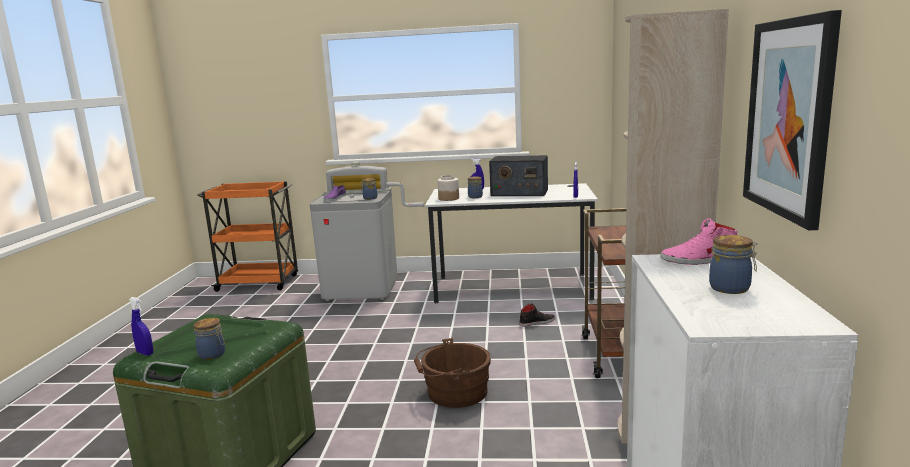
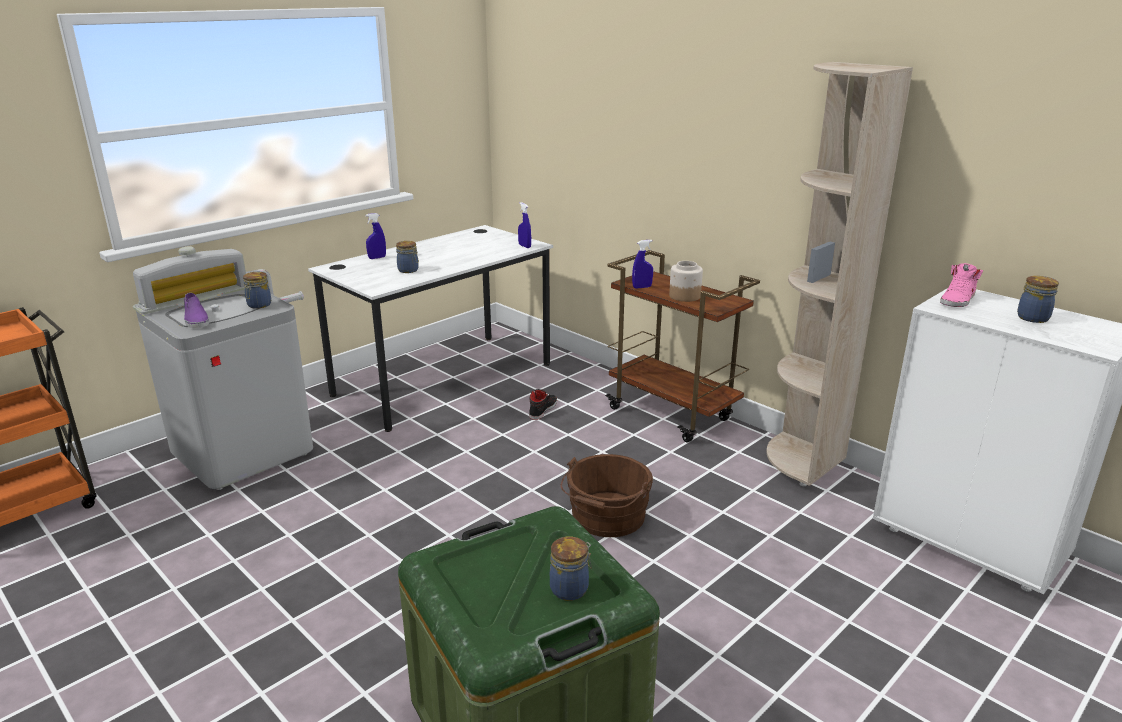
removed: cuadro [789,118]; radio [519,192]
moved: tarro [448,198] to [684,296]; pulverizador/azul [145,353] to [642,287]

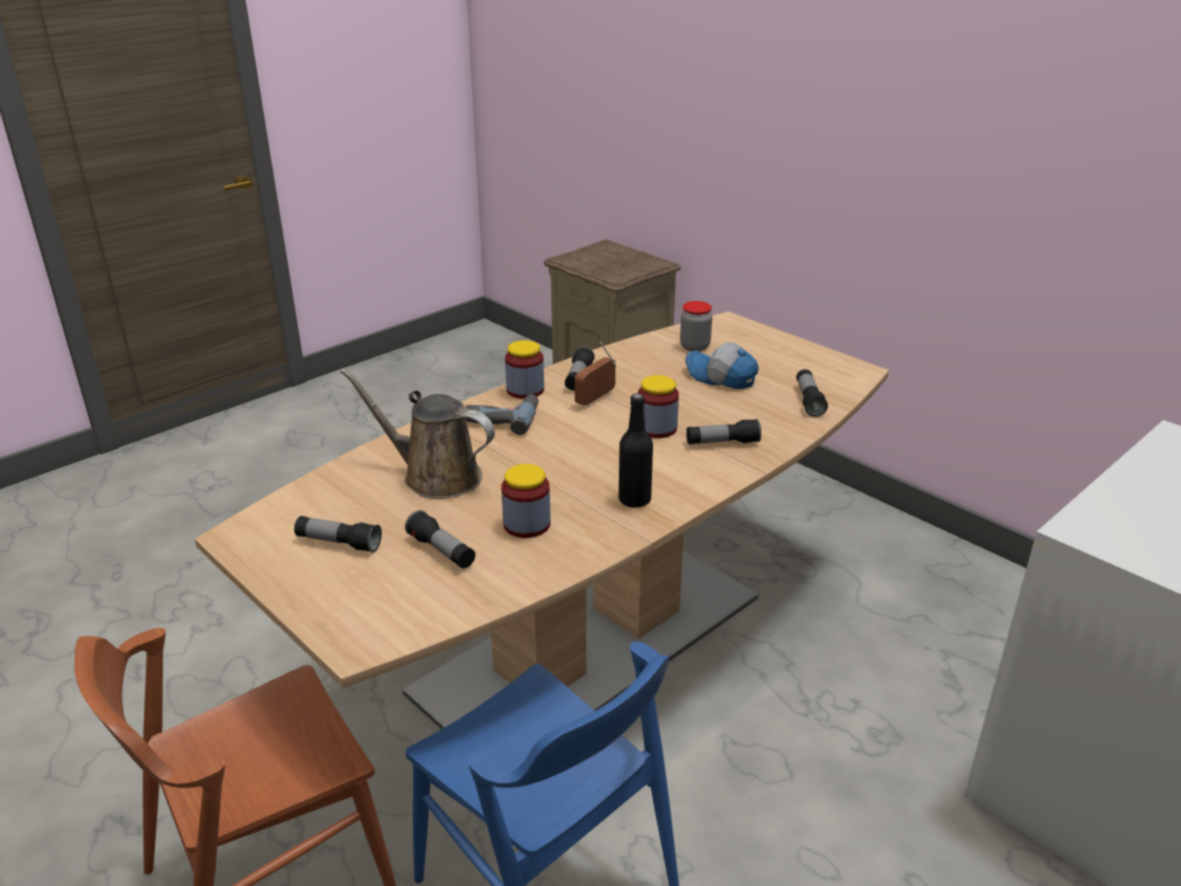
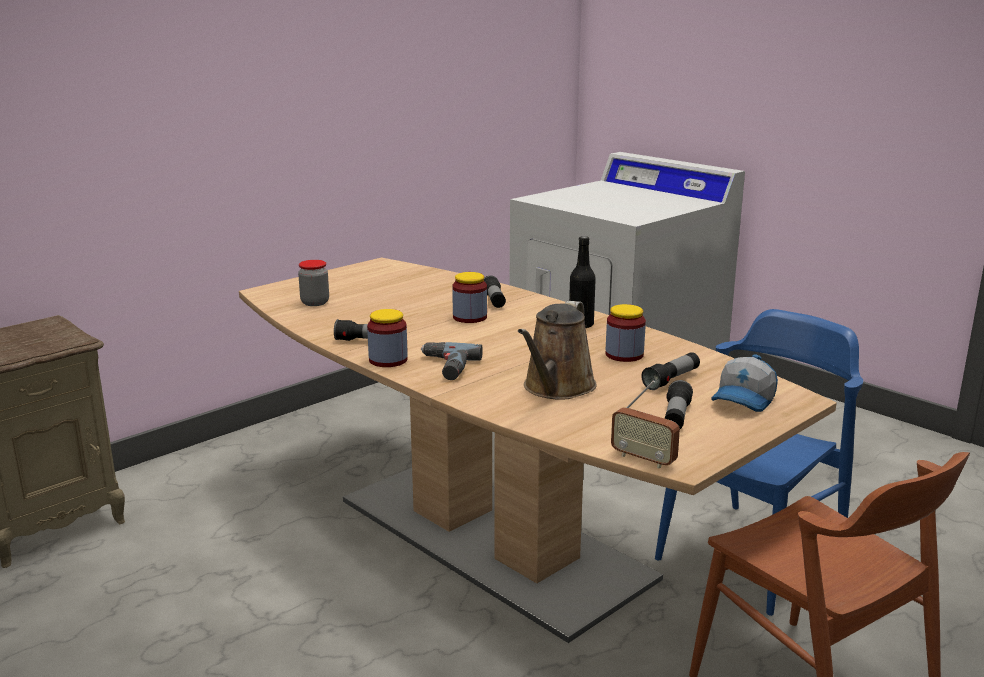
removed: linterna [809,400]
moved: radio [595,399] to [643,459]; gorra [720,377] to [745,400]

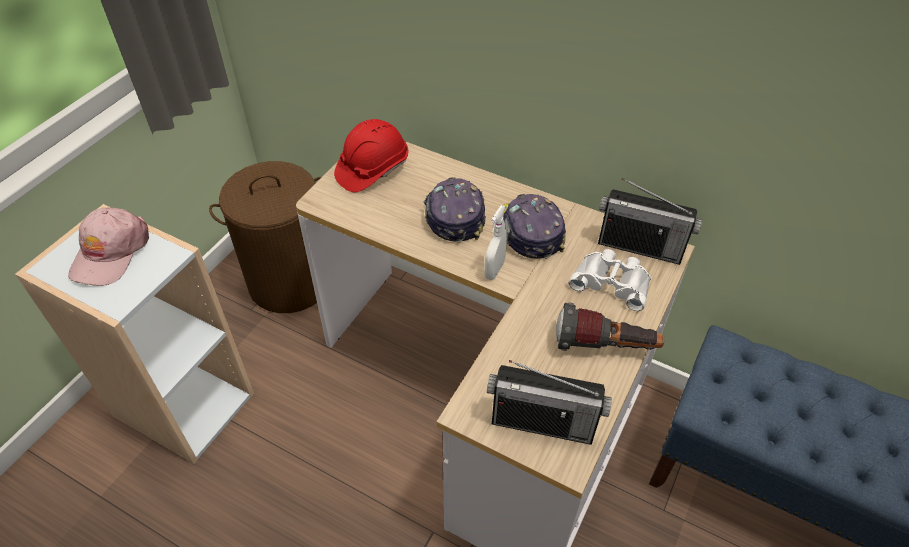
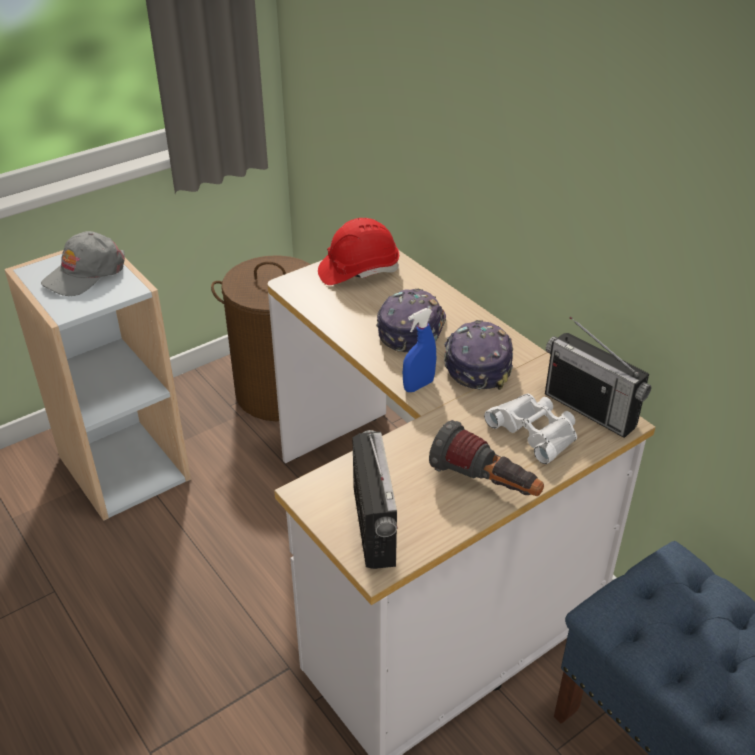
recoloured: pulverizador/blanco [494,270] to pulverizador/azul [418,385]; gorra/rosa [110,253] to gorra/gris [85,274]
turned: radio [542,423] = [374,526] 135 degrees counterclockwise

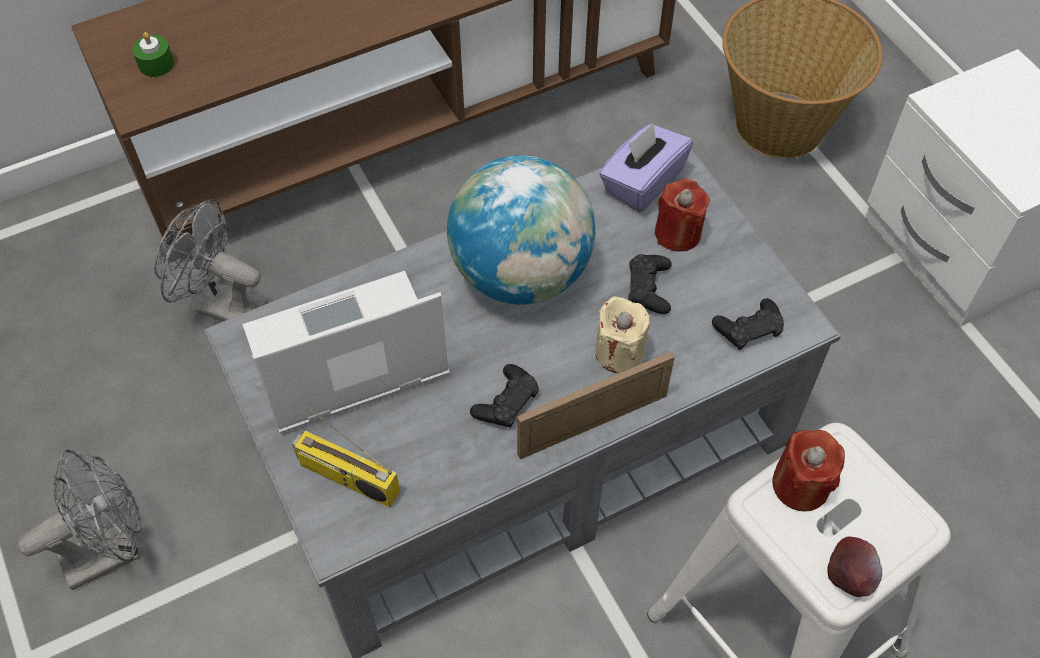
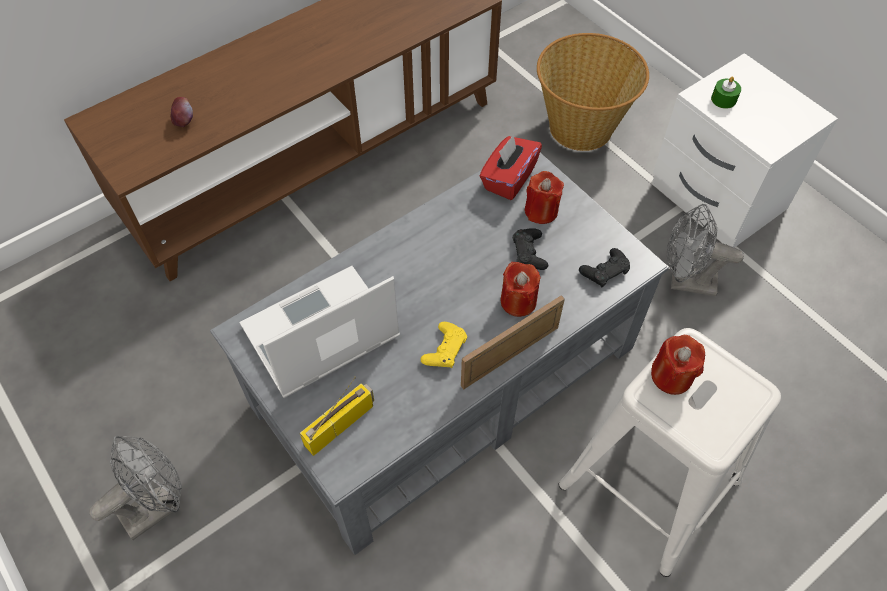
removed: globo terráqueo [521,274]
moved: vela/verde [156,64] to [723,99]; ventilador/gris [222,306] to [685,282]; manzana [849,576] to [184,121]
recoloured: caja de pañuelos/morado [642,183] to caja de pañuelos/rojo [508,179]; vela/beis [619,352] to vela/rojo [518,301]; mando de consola/negro [506,402] to mando de consola/amarillo [445,349]
turned: radio [346,478] = [340,423] 120 degrees clockwise

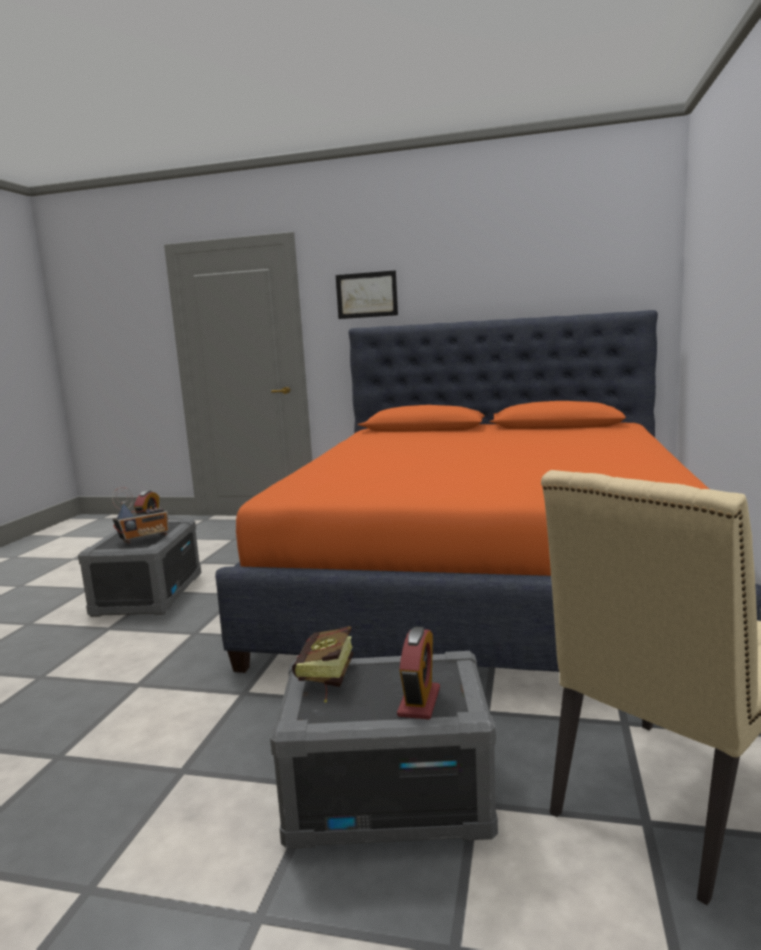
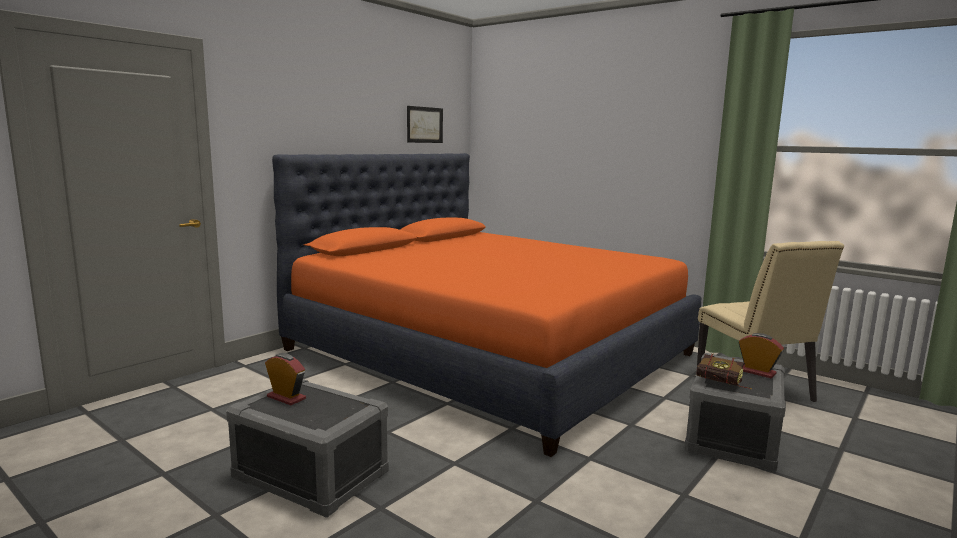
removed: radio [145,539]
moved: cuadro [366,295] to [424,125]

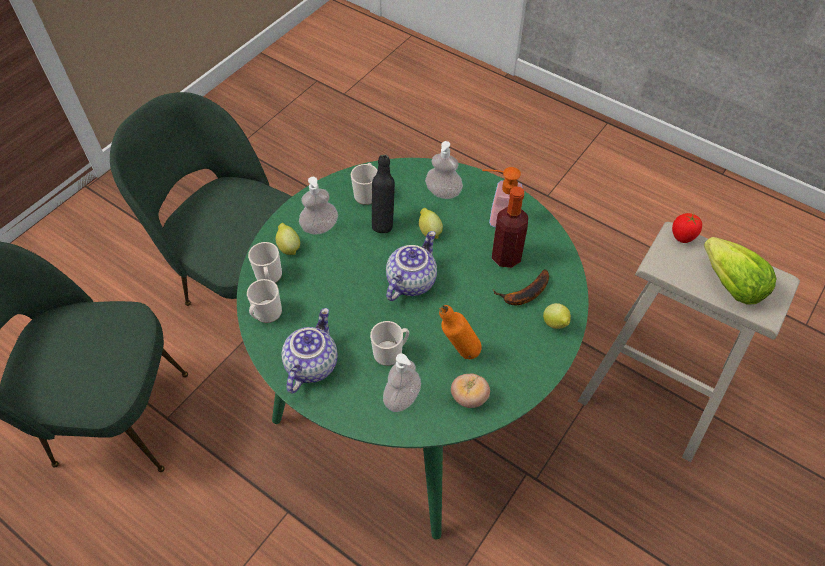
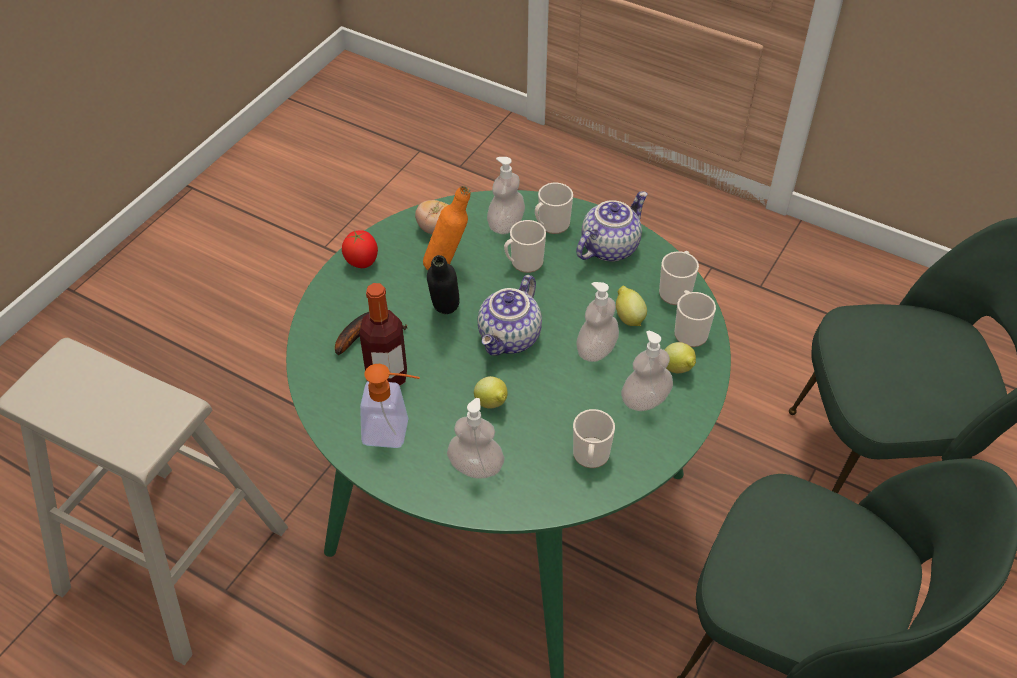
removed: lechuga [731,285]
added: taza grande [551,225]; dispensador de jabón [596,350]
moved: botella/negro [383,222] to [445,316]; tomate [682,238] to [362,263]; limón [555,324] to [628,317]
turned: tetera [311,364] = [609,247] 150 degrees counterclockwise

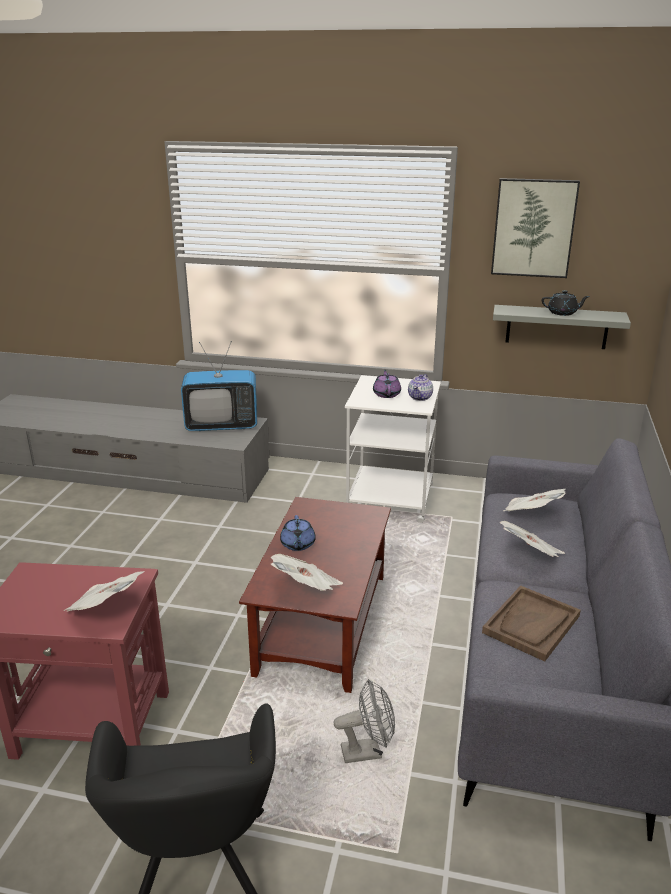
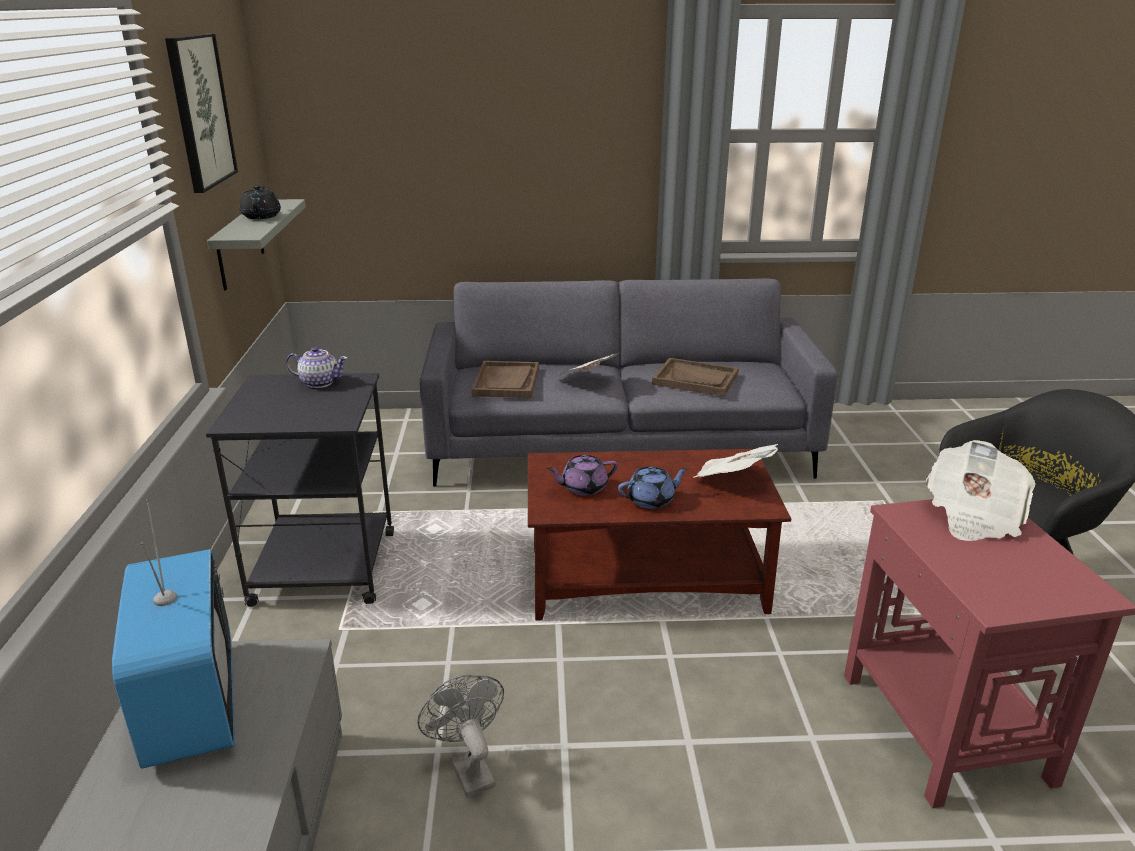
moved: tetera/morado [386,394] to [583,487]; ventilador/gris [367,751] to [468,768]
replaced: periódico [531,513] to bandeja/marrón [506,382]
recoloured: carrito/blanco [391,499] to carrito/negro [324,566]

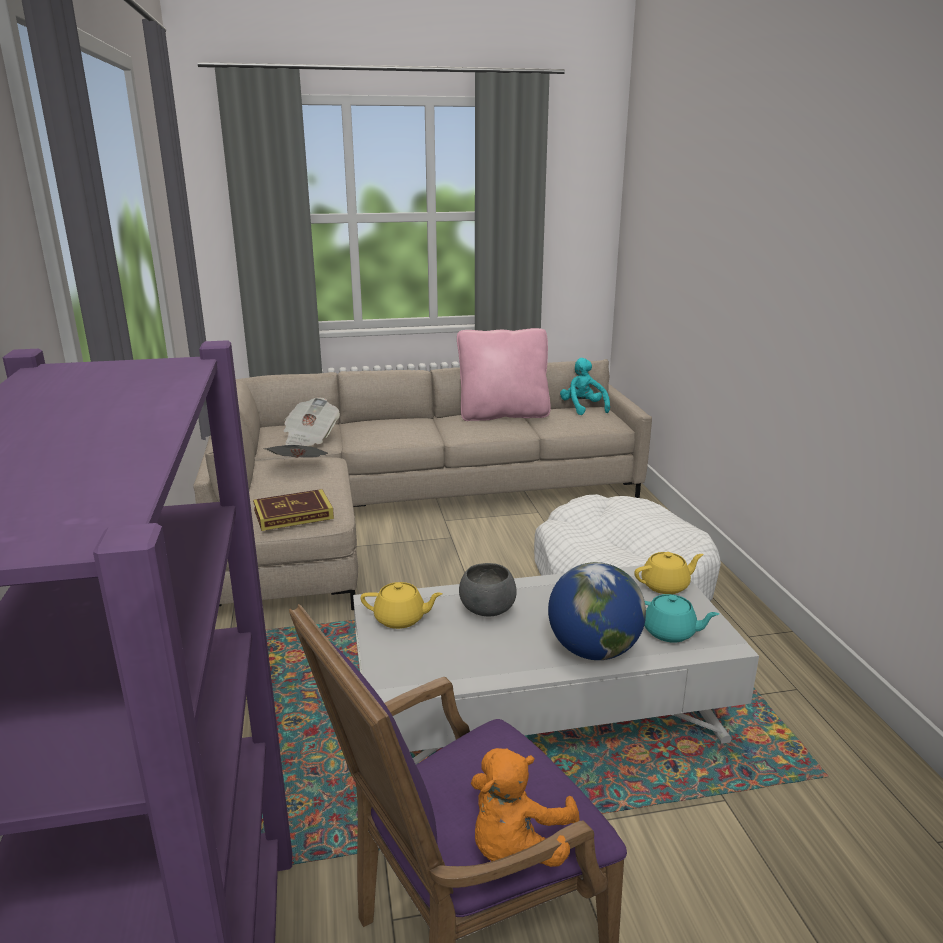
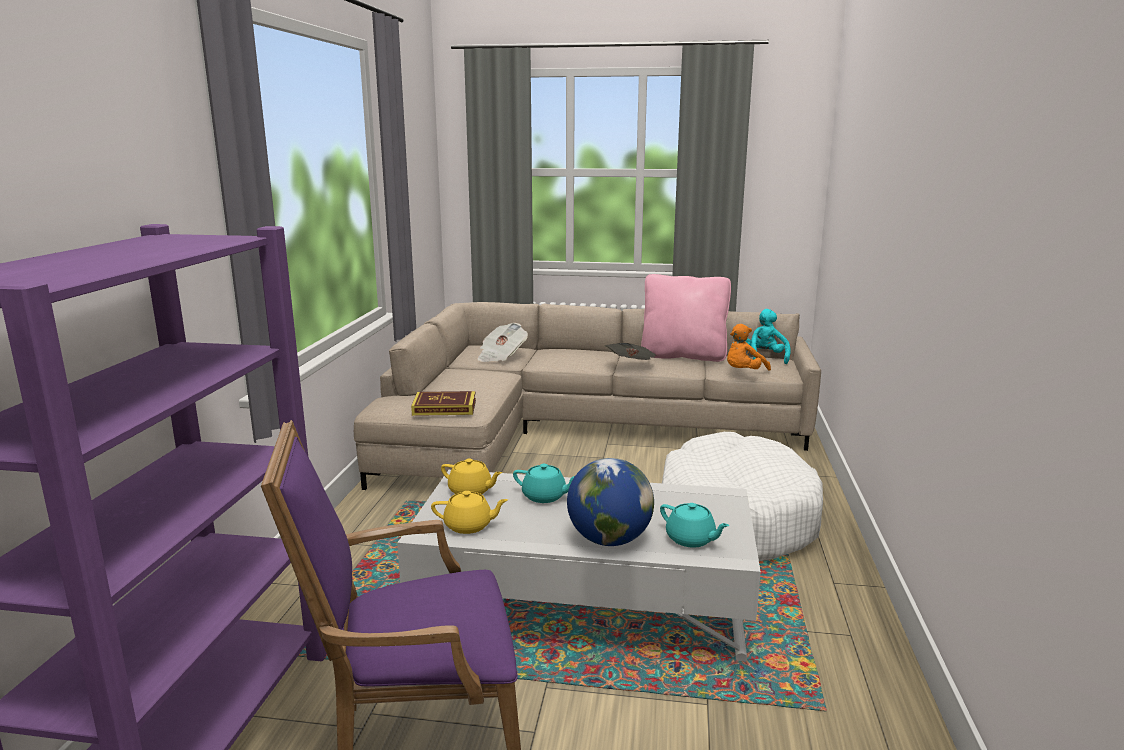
moved: periódico [299,468] to [631,365]; tetera/amarillo [666,586] to [469,526]; peluche/naranja [516,847] to [743,372]
replaced: cuenco/gris [487,610] to tetera/turquesa [545,497]

